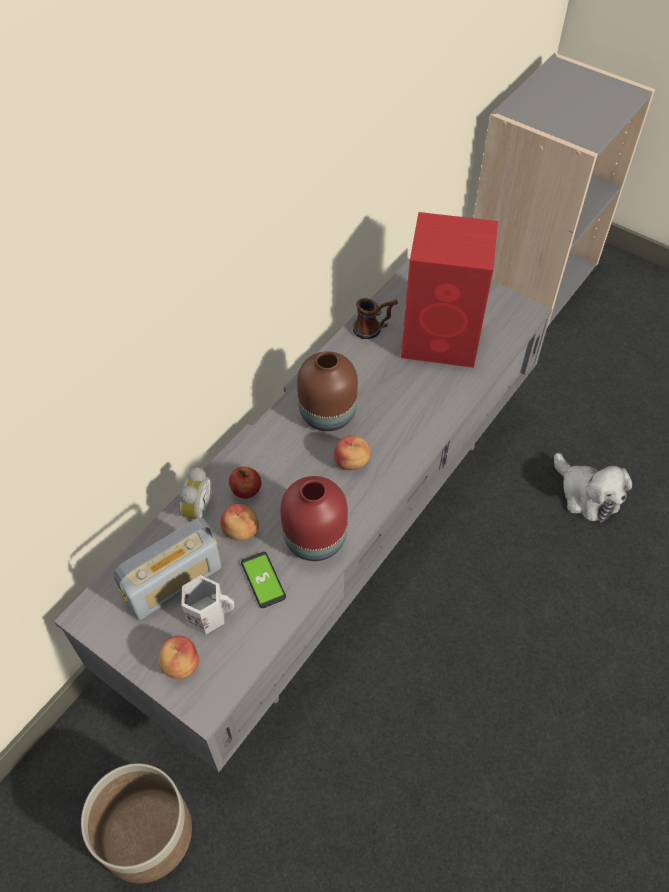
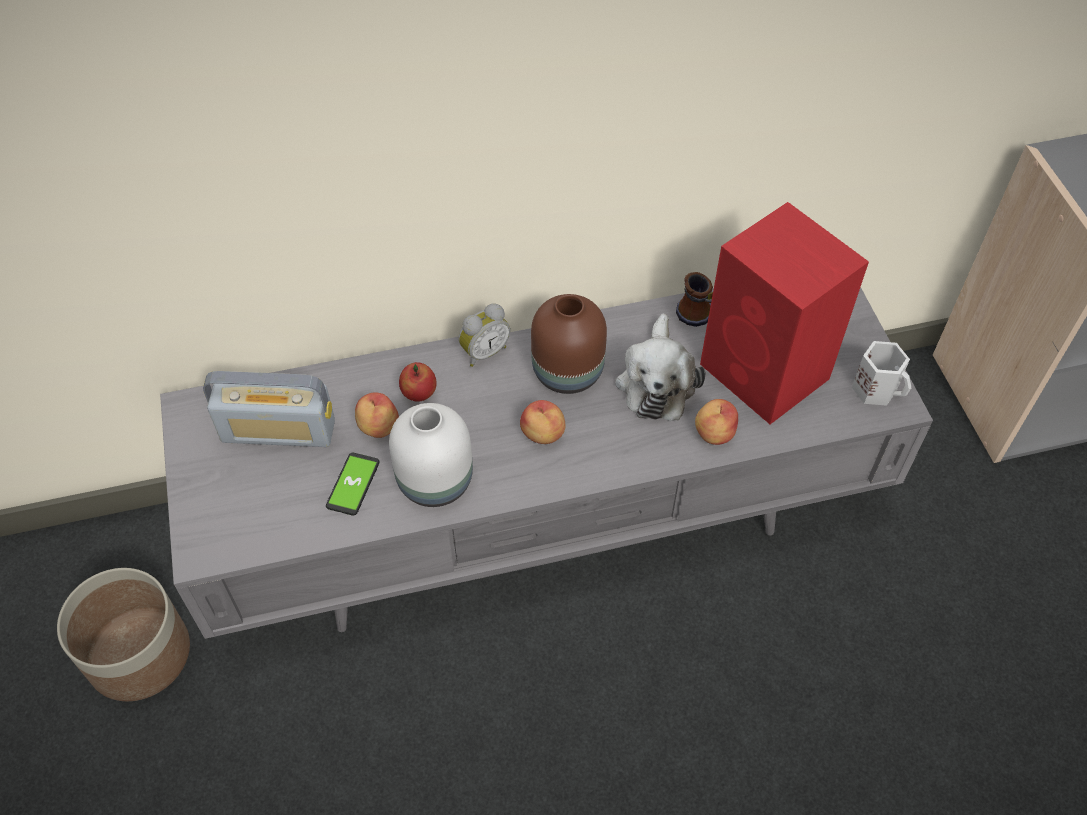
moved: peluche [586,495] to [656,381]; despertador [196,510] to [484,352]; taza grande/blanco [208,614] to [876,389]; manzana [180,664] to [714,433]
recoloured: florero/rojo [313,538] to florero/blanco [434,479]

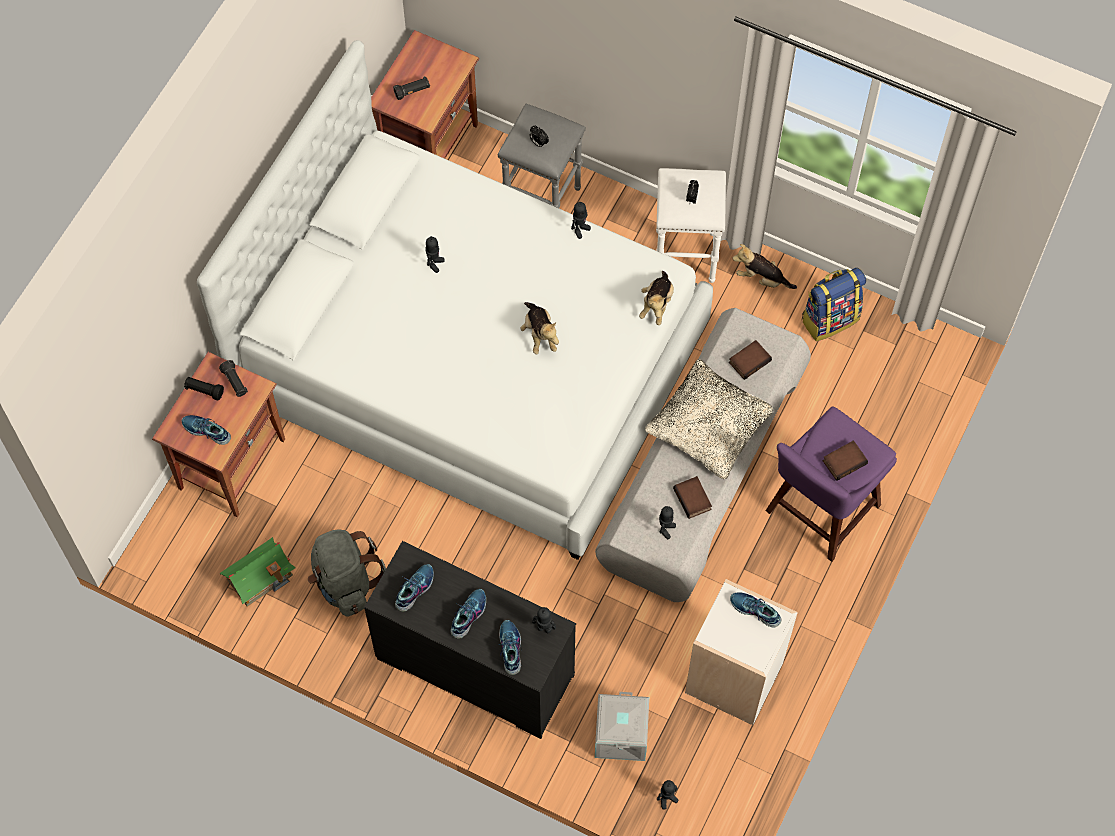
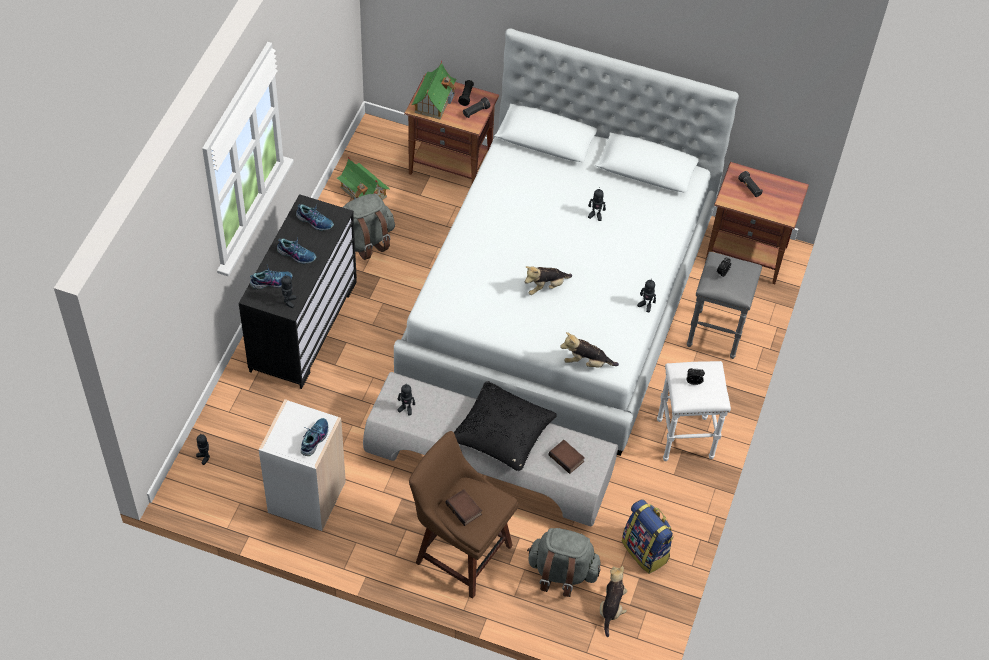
removed: libro [693,499]; caja de almacenaje/gris [620,734]
added: mochila/gris [561,572]
moved: peluche [761,278] to [611,607]
replaced: zapato [206,431] to casita [434,101]
recoloured: cojín/beis [709,425] to cojín/negro [503,433]; taburete/morado [819,511] to taburete/marrón [460,551]

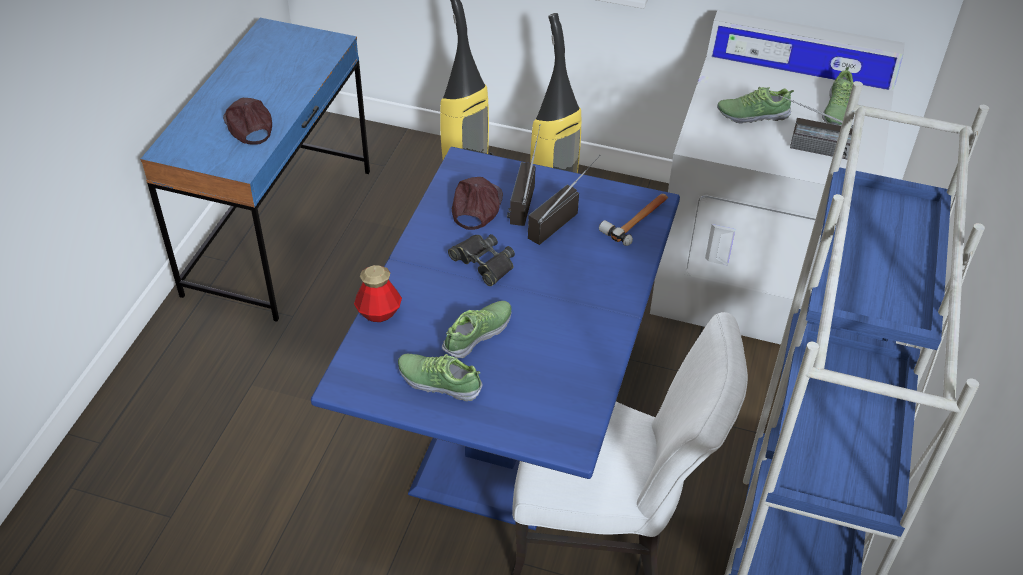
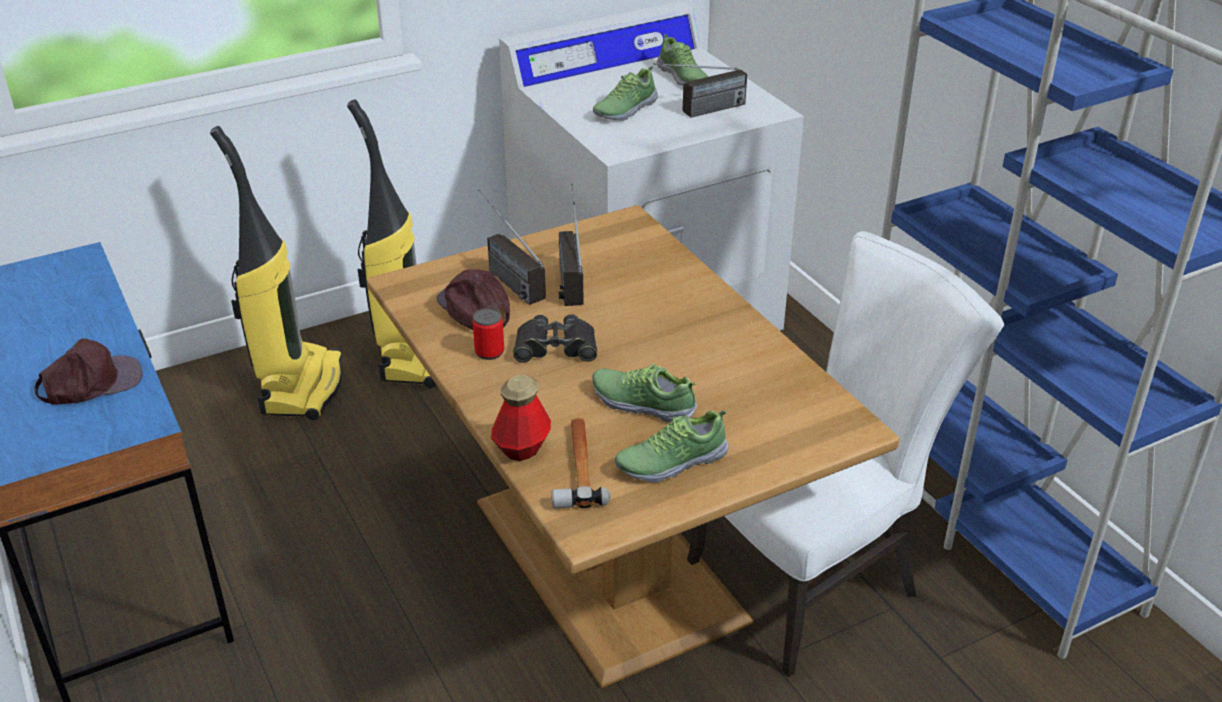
added: lata [489,352]
moved: martillo [637,219] to [578,466]
recoloured: mesa de comedor/azul [508,425] to mesa de comedor/marrón [611,558]
turned: gorra/marrón [248,126] = [90,382] 135 degrees clockwise; zapato [478,334] = [643,403] 60 degrees counterclockwise

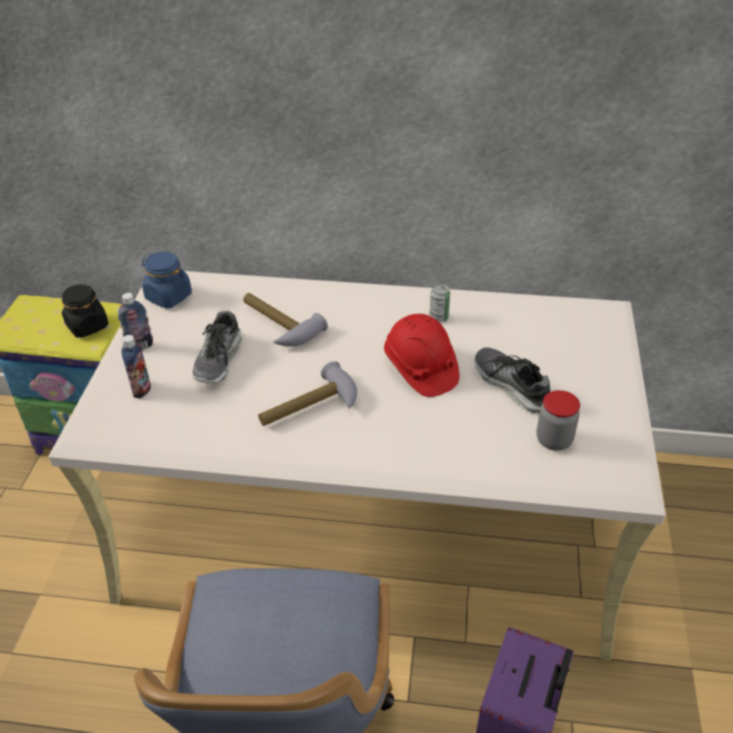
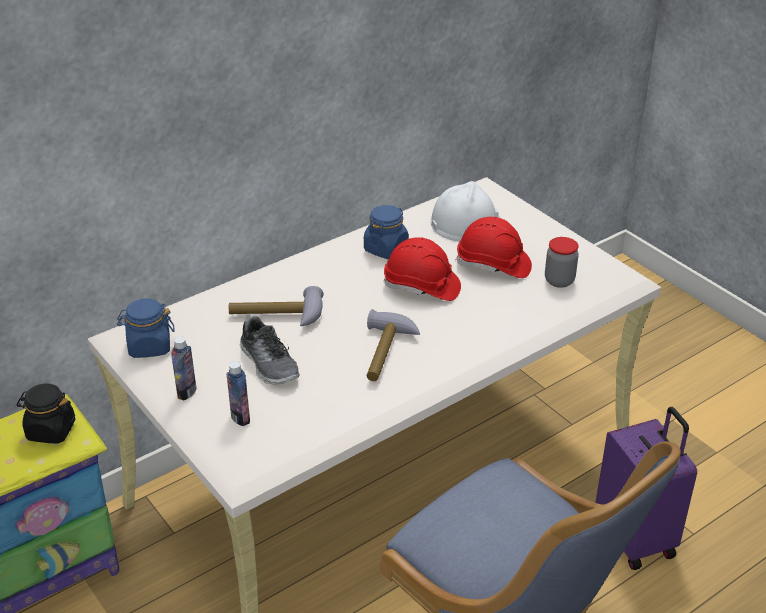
added: casco/blanco [465,221]
replaced: lata [438,318] to tarro/azul [386,249]; zapato [511,387] to casco/rojo [493,265]

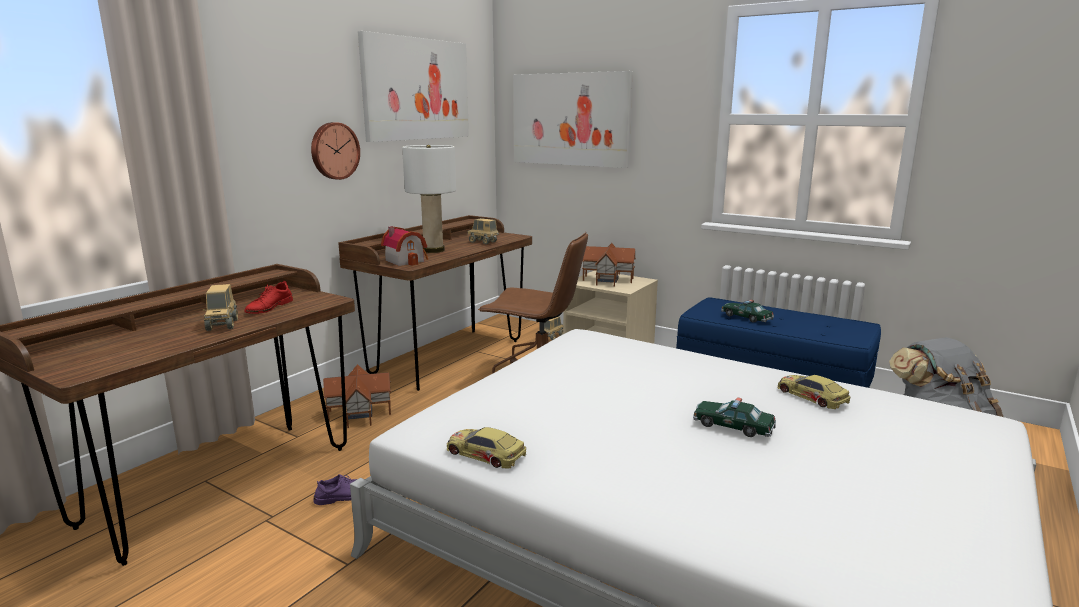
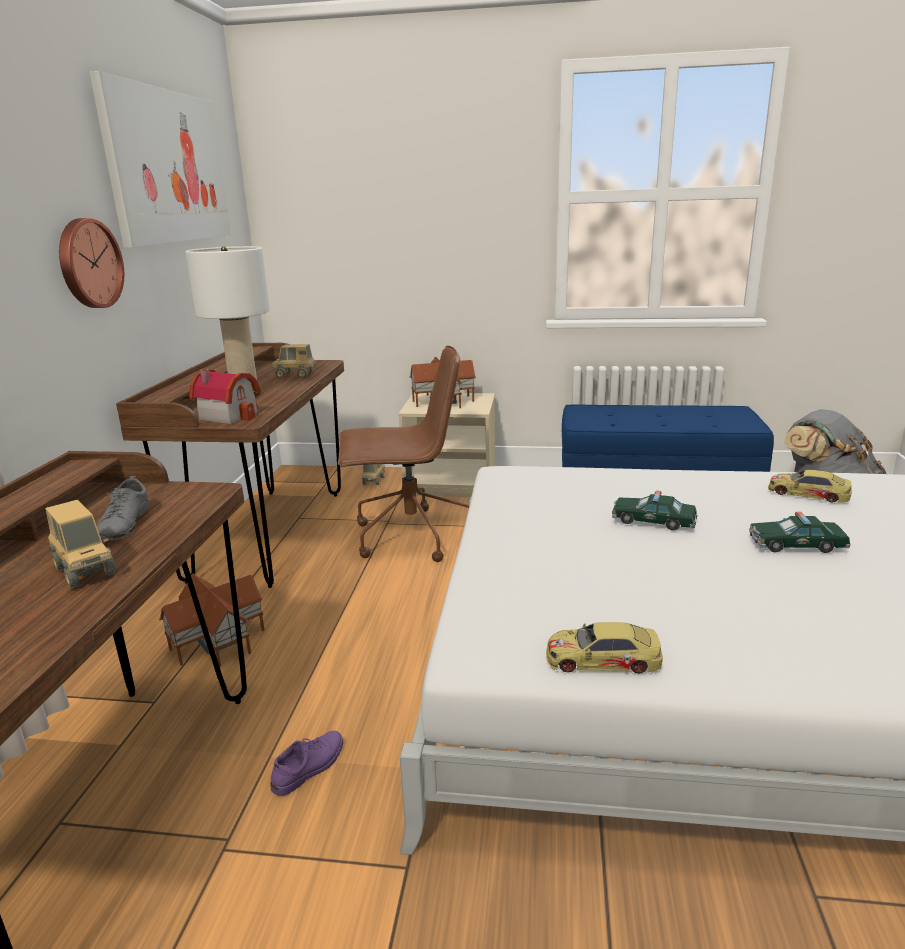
removed: cuadro [570,119]
moved: coche de juguete [746,317] to [653,521]
recoloured: zapato/rojo [269,307] to zapato/gris [124,524]

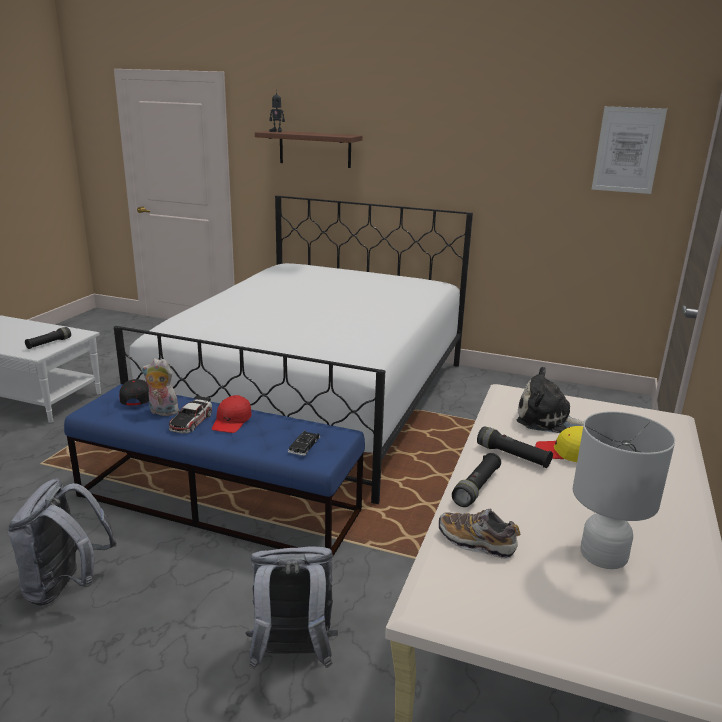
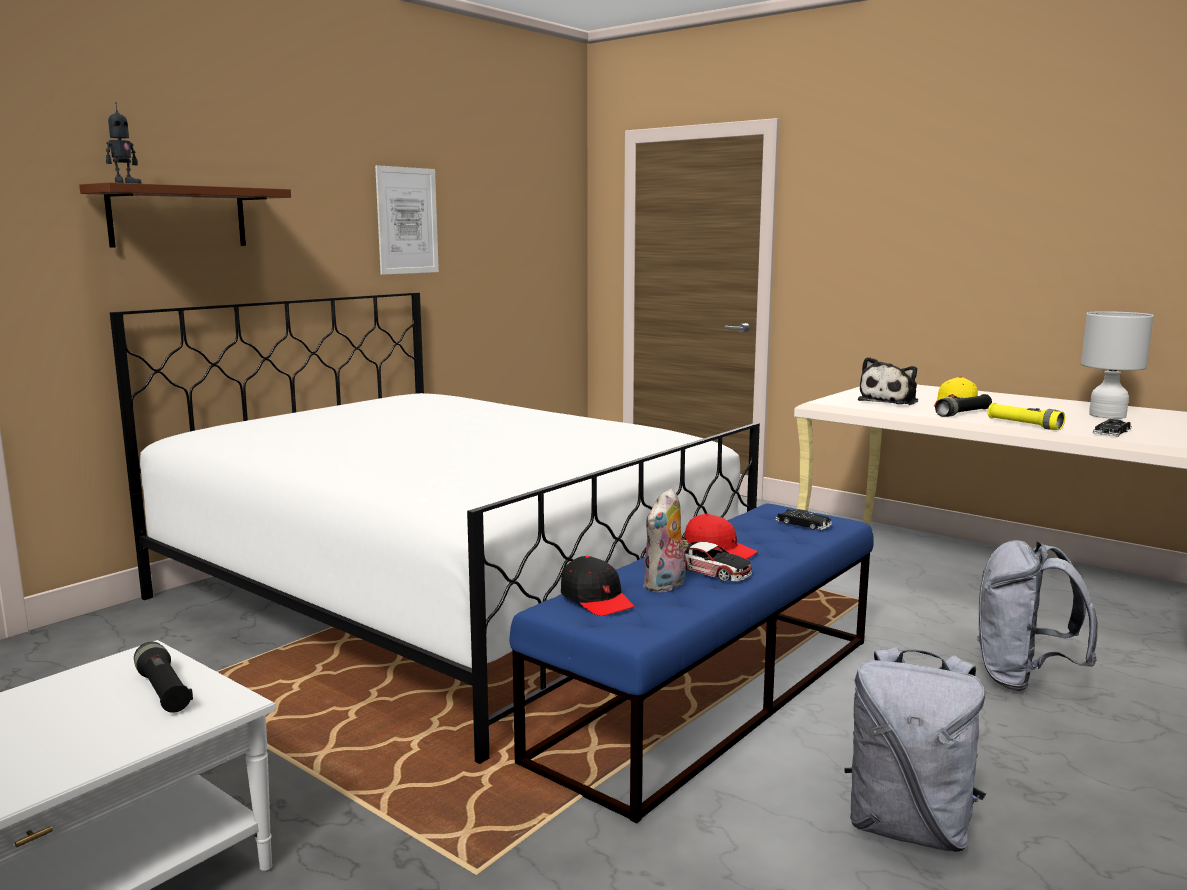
moved: cuadro [628,150] to [407,220]
replaced: zapato [476,542] to coche de juguete/negro [1112,433]
recoloured: linterna/negro [476,487] to linterna/amarillo [1024,425]
turned: gorra/negro [137,397] = [596,599] 135 degrees counterclockwise

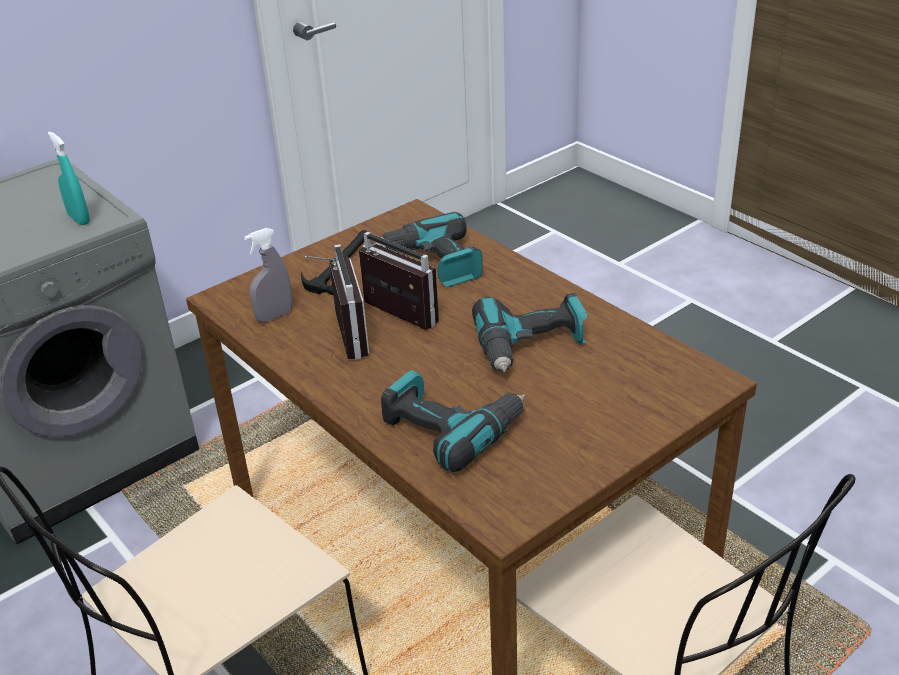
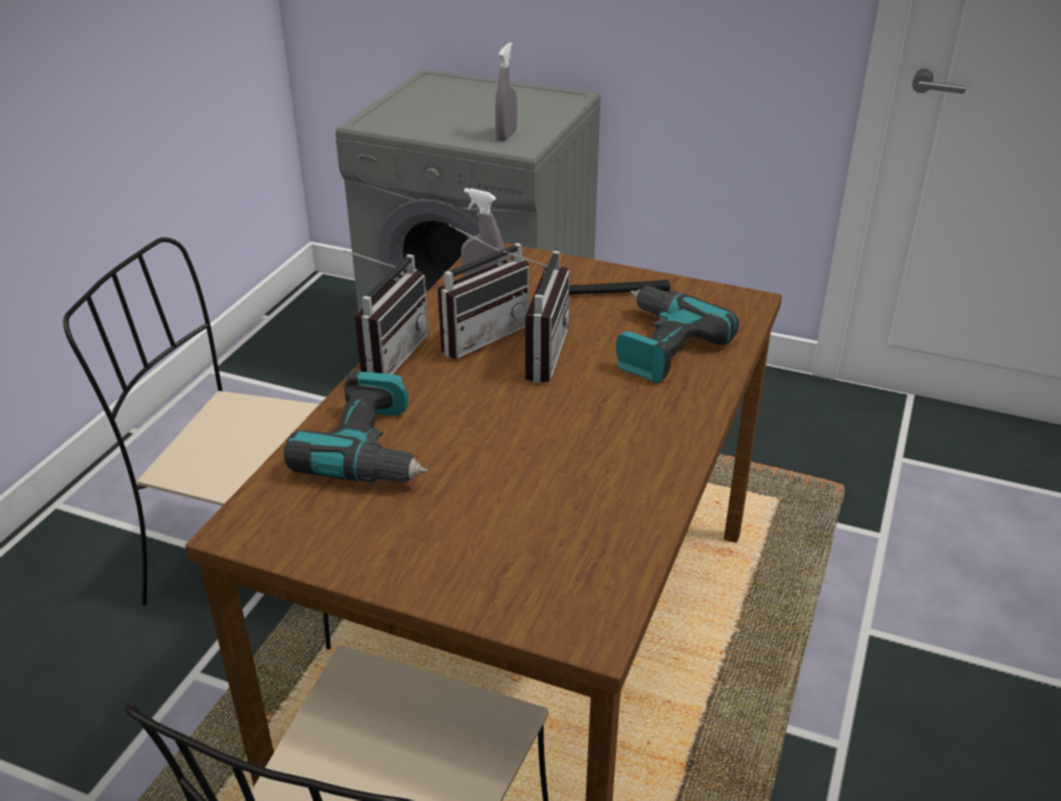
removed: taladro [531,346]
added: radio [385,356]
recoloured: pulverizador/turquesa [79,219] to pulverizador/gris [506,136]

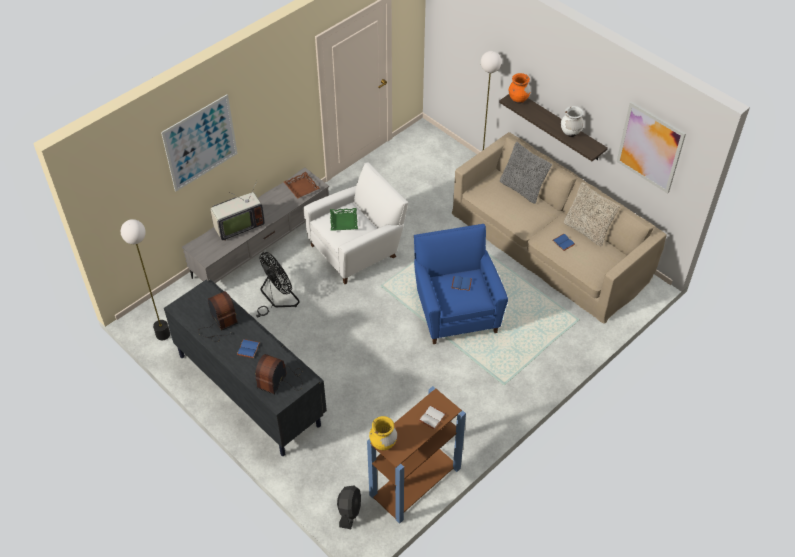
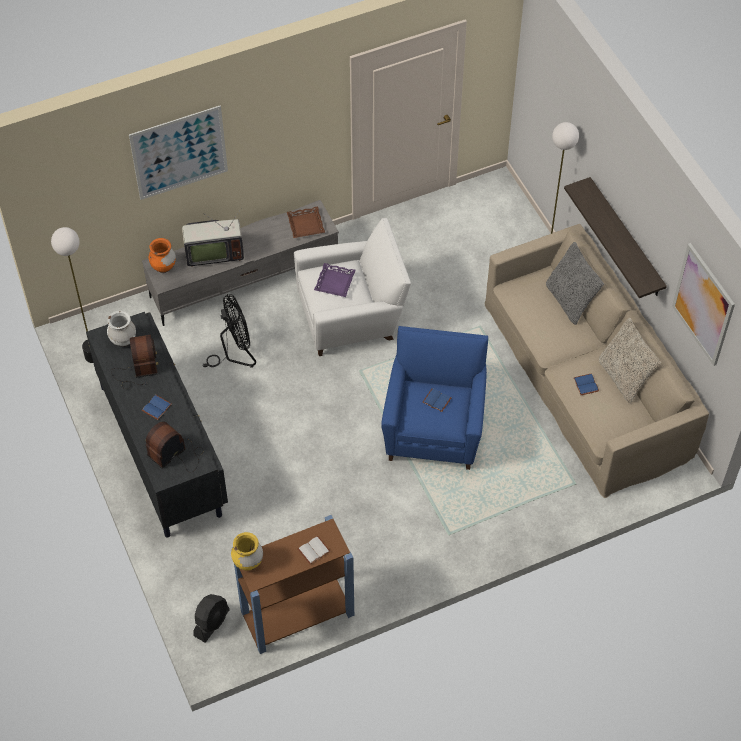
moved: florero/naranja [518,99] to [163,267]; florero/blanco [570,133] to [123,340]
recoloured: bandeja/verde [344,221] to bandeja/morado [335,283]

